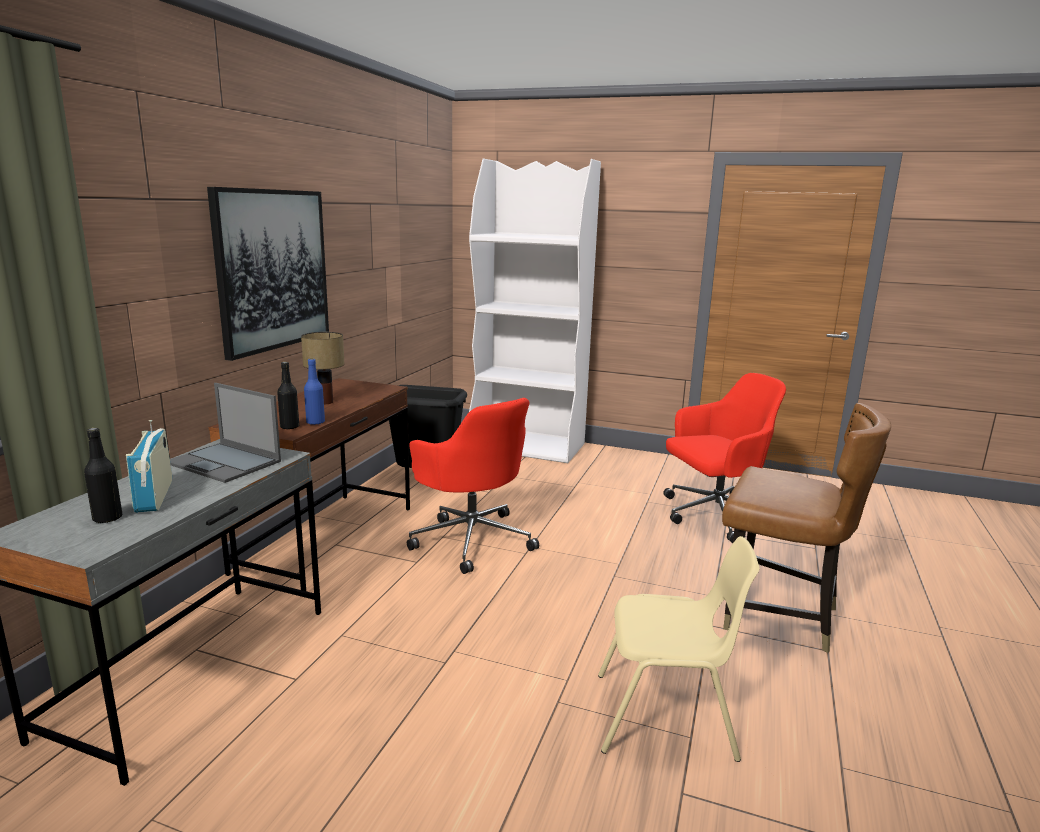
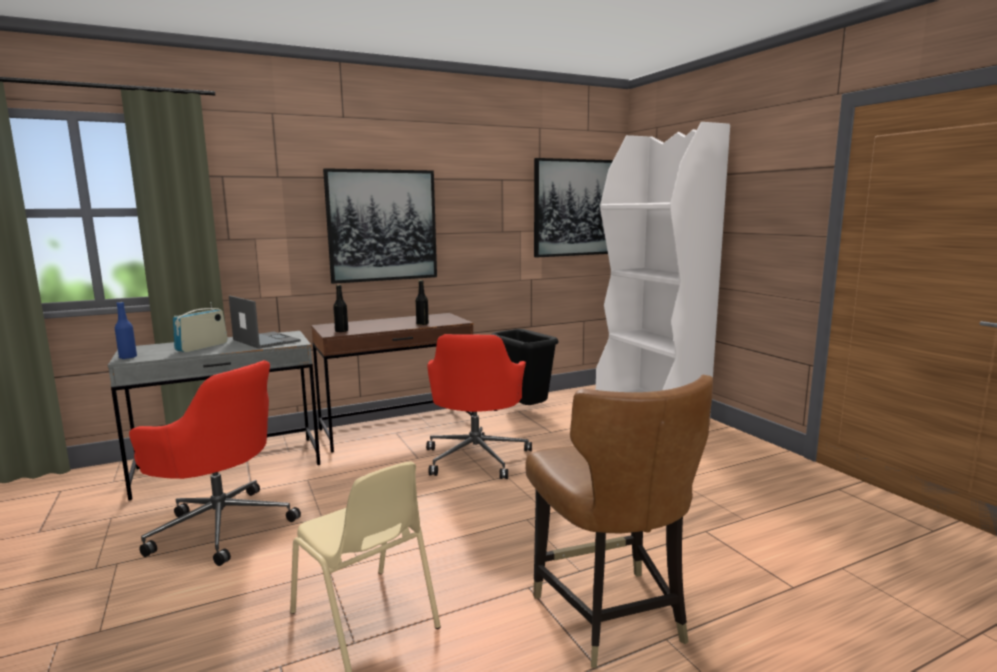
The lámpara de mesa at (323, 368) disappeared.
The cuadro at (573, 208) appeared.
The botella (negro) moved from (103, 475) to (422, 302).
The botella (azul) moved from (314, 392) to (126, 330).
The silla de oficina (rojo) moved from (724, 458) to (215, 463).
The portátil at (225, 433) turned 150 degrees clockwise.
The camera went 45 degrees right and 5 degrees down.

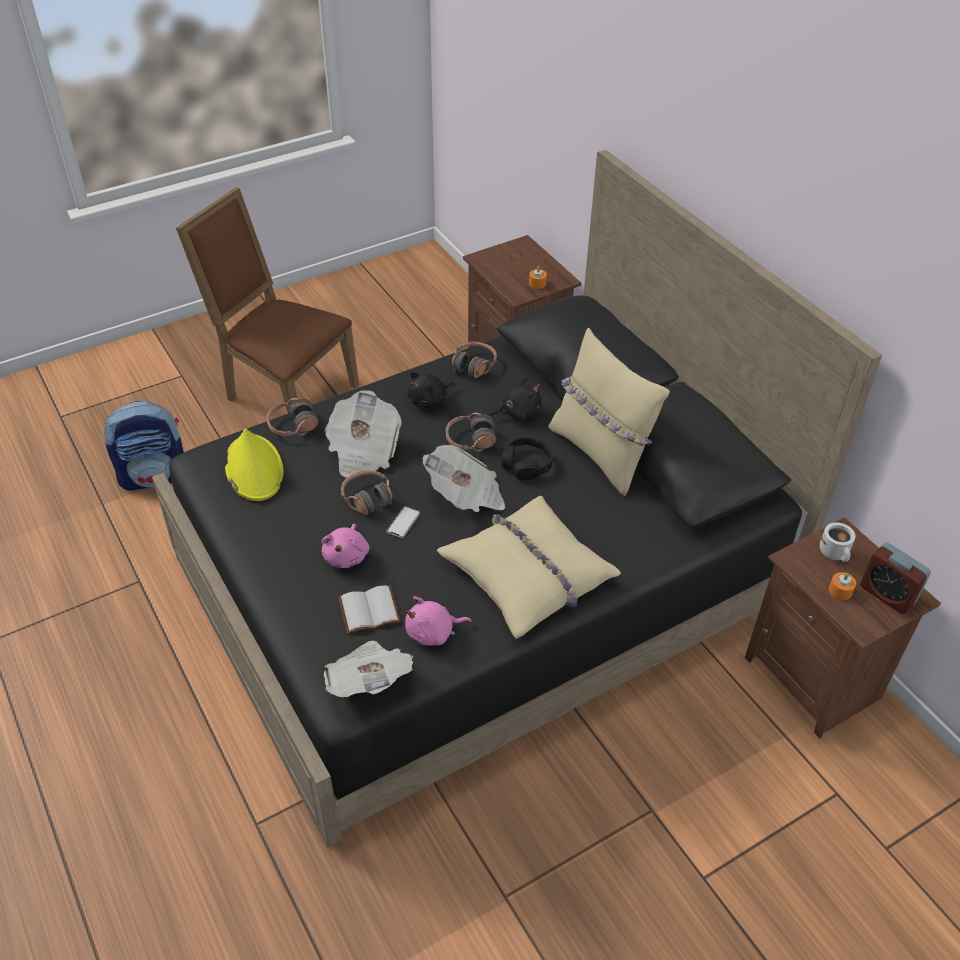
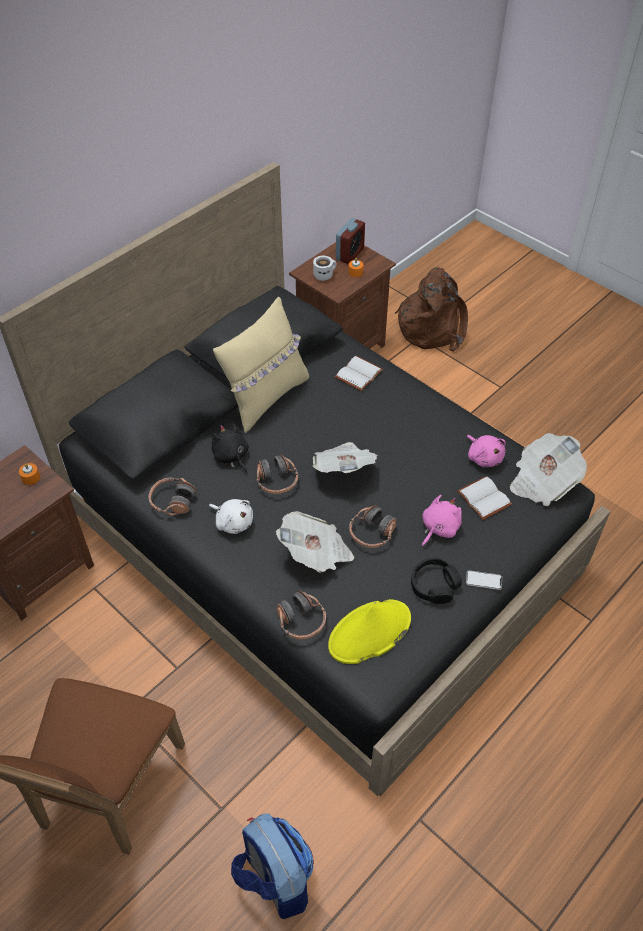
The cojín (beis) at (529, 567) disappeared.
The libro (blanco) at (359, 373) appeared.
The mochila (marrón) at (431, 309) appeared.
The móvil moved from (403, 522) to (484, 580).
The auriculares (negro) moved from (527, 458) to (436, 581).
The peluche (negro) at (431, 390) became the peluche (blanco) at (231, 516).
The peluche (rosa) at (345, 546) turned 45 degrees counterclockwise.
The camera went 105 degrees left and 5 degrees up.

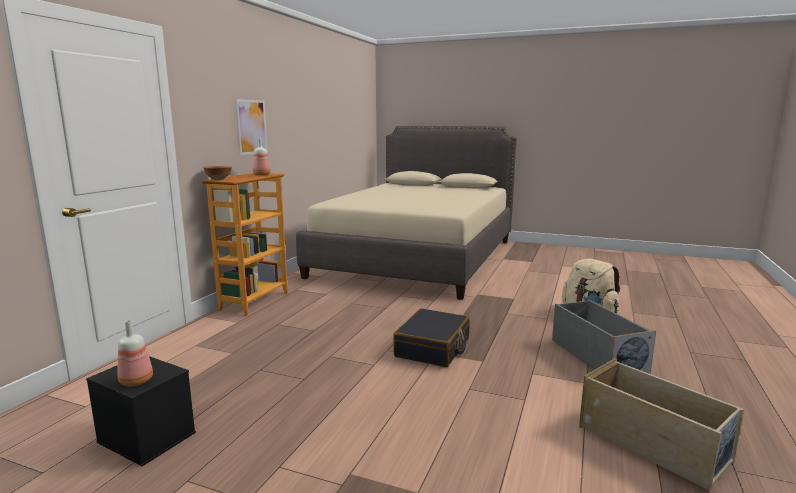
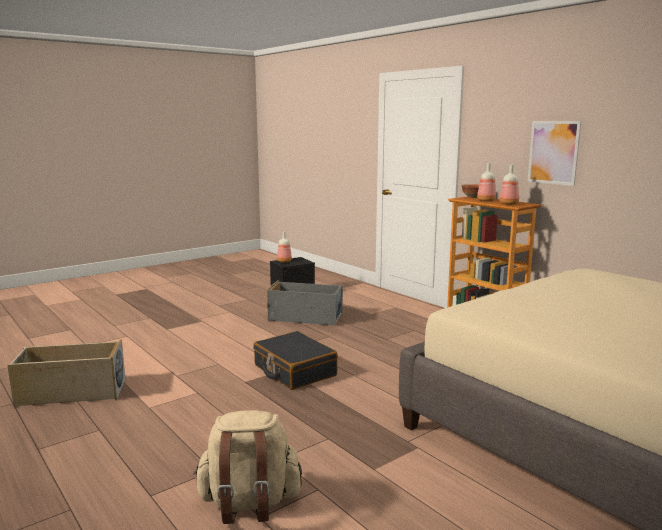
The botella at (486, 182) appeared.
The caja de almacenaje (gris) moved from (604, 337) to (305, 303).
The camera went 120 degrees right and 0 degrees up.

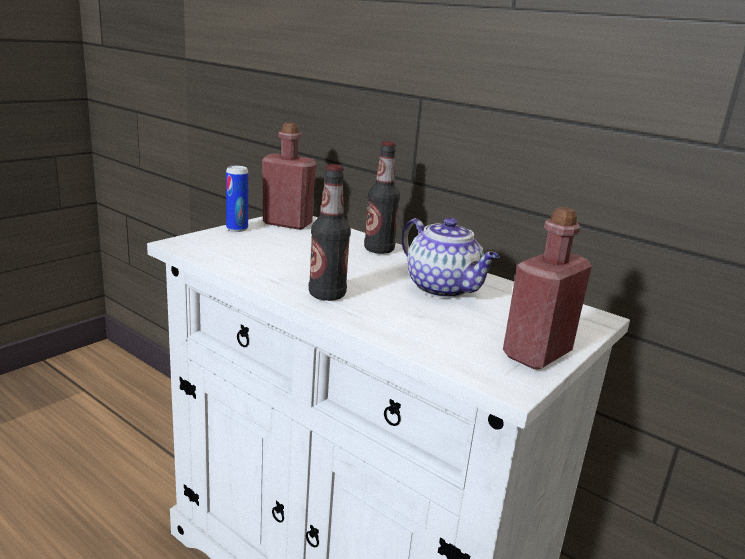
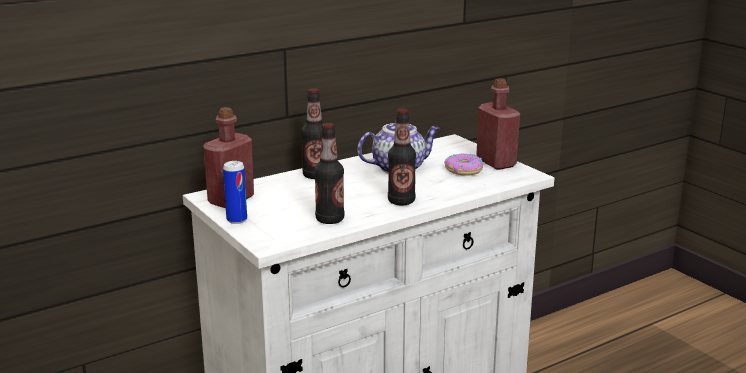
The botella at (329, 173) appeared.
The rosquilla at (463, 164) appeared.
The camera went 70 degrees left and 0 degrees up.

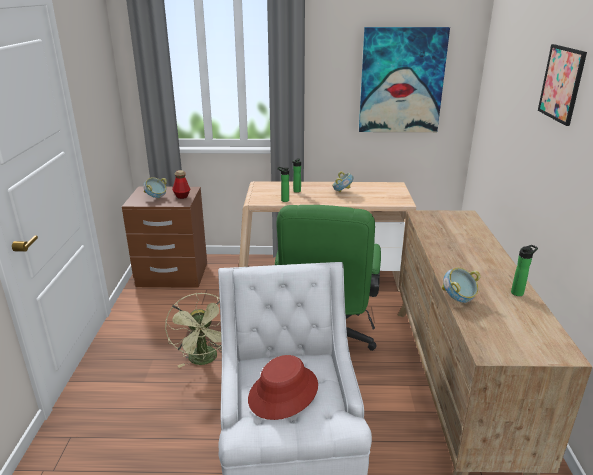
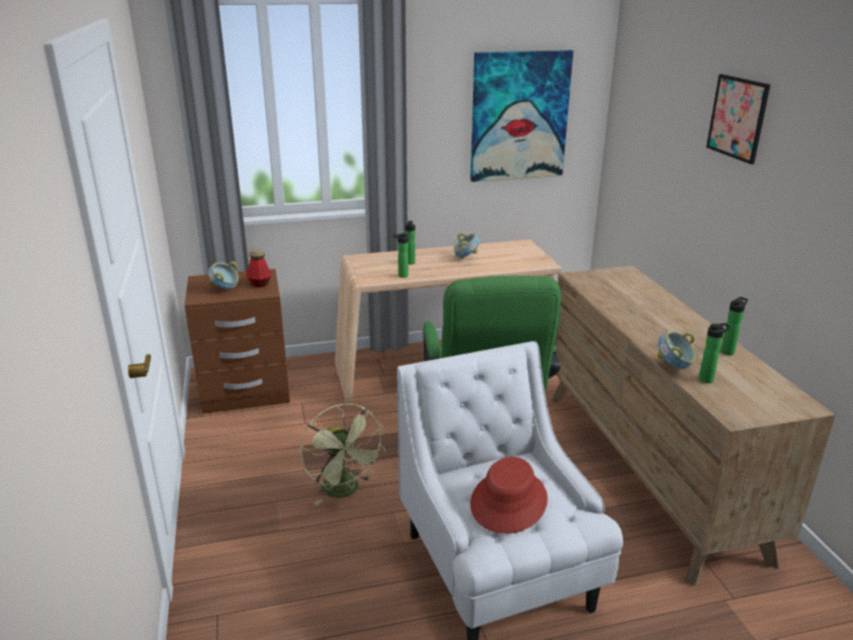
The botella at (715, 353) appeared.
The camera went 15 degrees left and 0 degrees up.

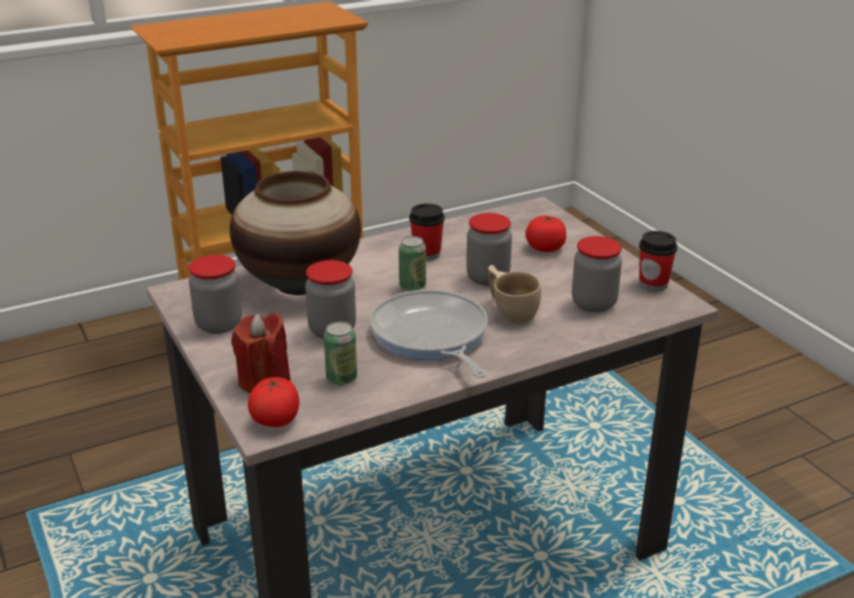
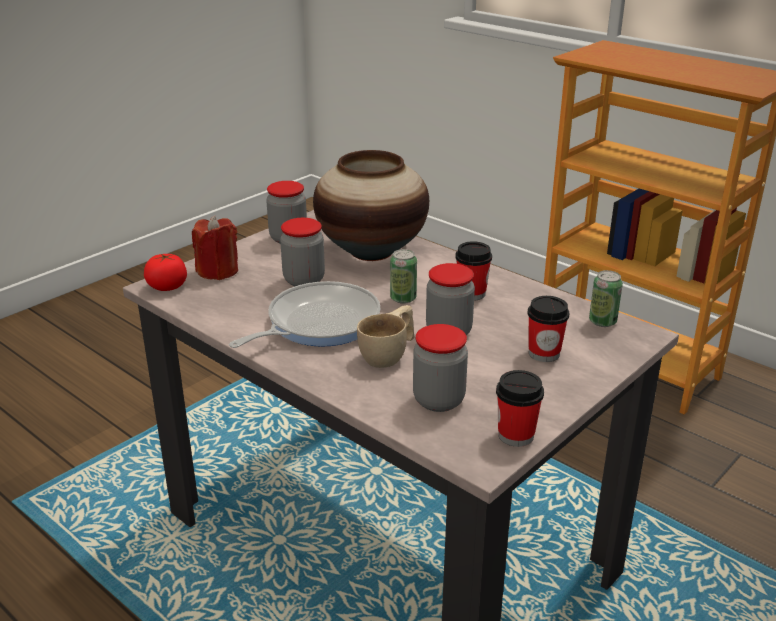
The lata moved from (340, 353) to (606, 298).
The tomate at (545, 234) was replaced by the taza at (548, 329).
The camera went 70 degrees right and 0 degrees up.

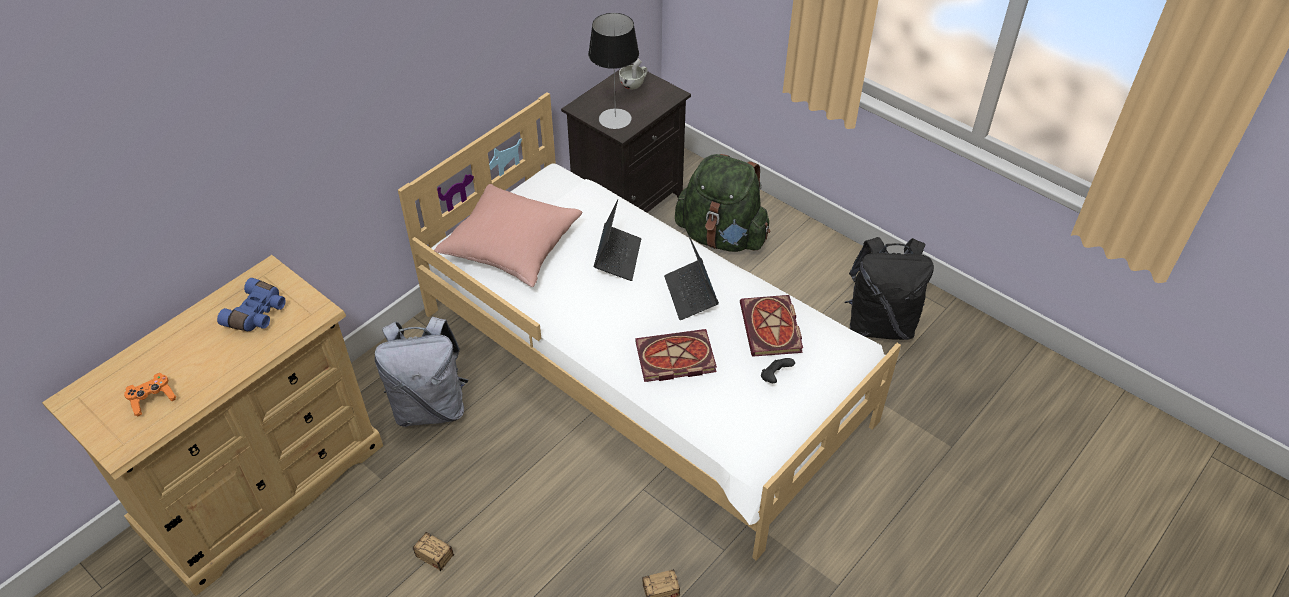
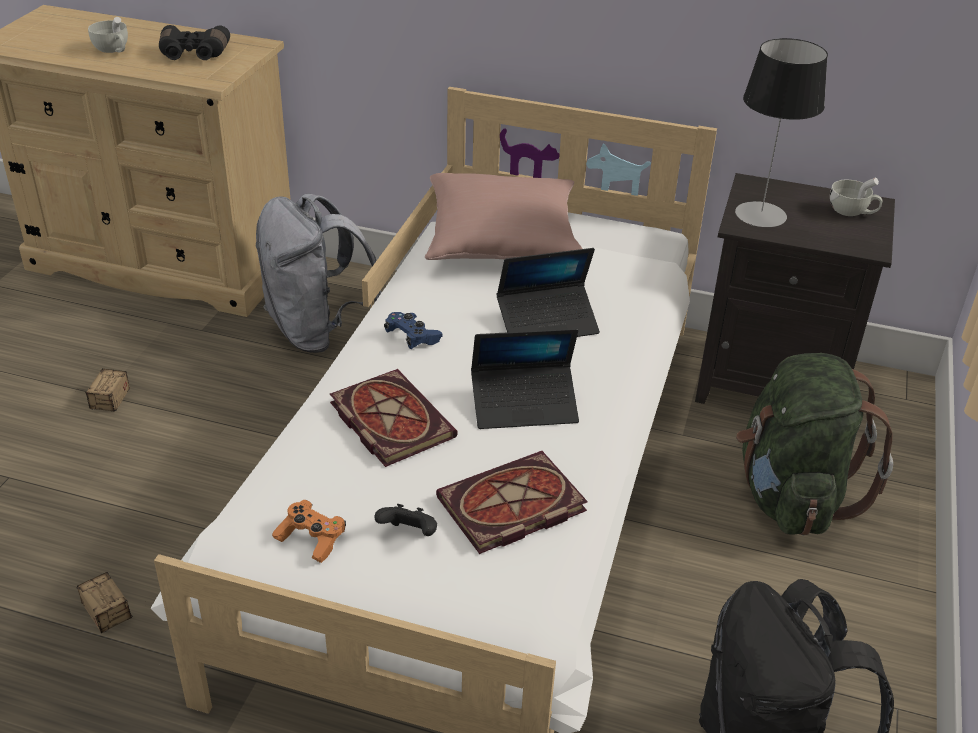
The taza (blanco) at (108, 35) appeared.
The mando de consola (azul) at (413, 330) appeared.
The mando de consola (naranja) moved from (150, 395) to (309, 531).
The prismáticos (azul) at (251, 304) became the prismáticos (negro) at (194, 42).
The portátil at (691, 277) turned 150 degrees counterclockwise.
The camera went 65 degrees right and 10 degrees down.

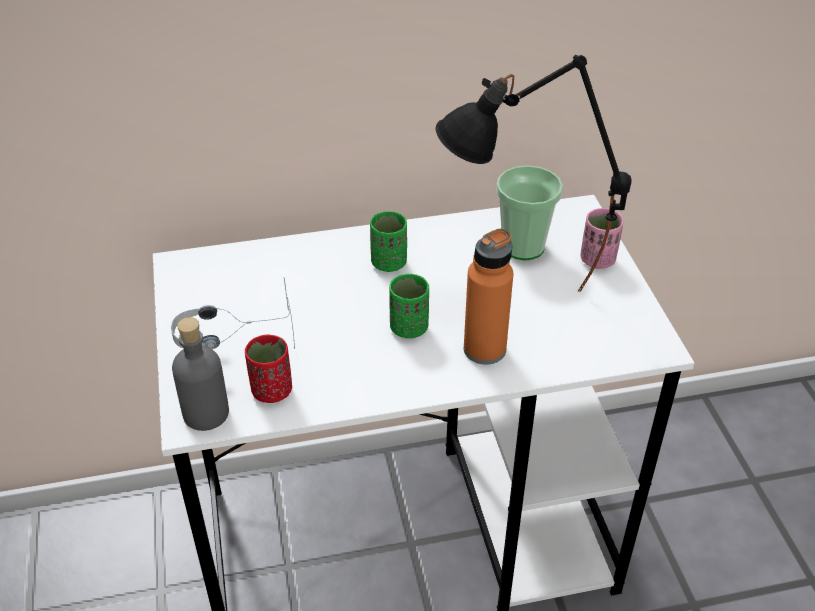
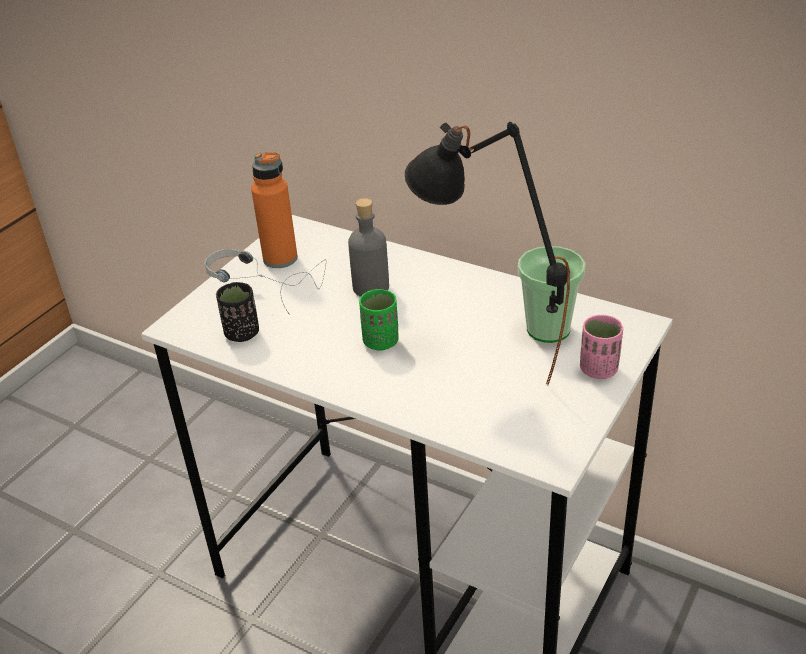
The taza (verde) at (388, 241) disappeared.
The botella (gris) moved from (200, 374) to (368, 247).
The botella (naranja) moved from (488, 296) to (274, 210).
The taza (rojo) at (268, 368) became the taza (negro) at (237, 312).
The camera went 45 degrees right and 5 degrees down.

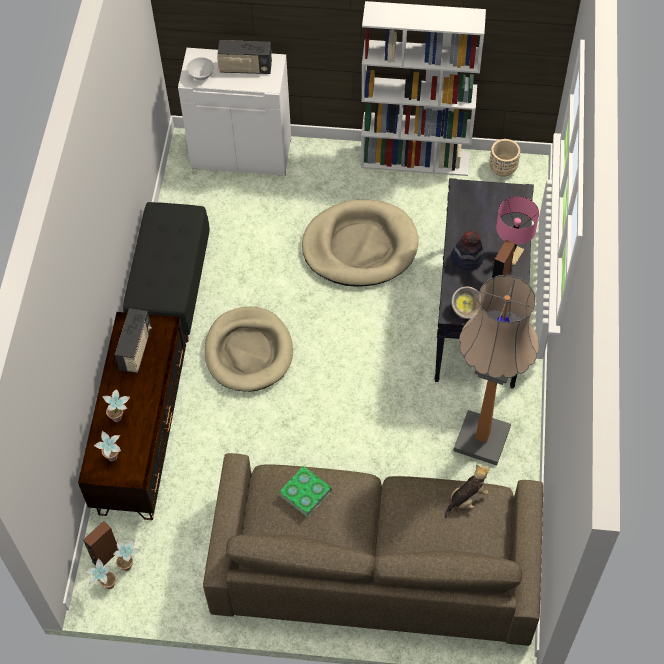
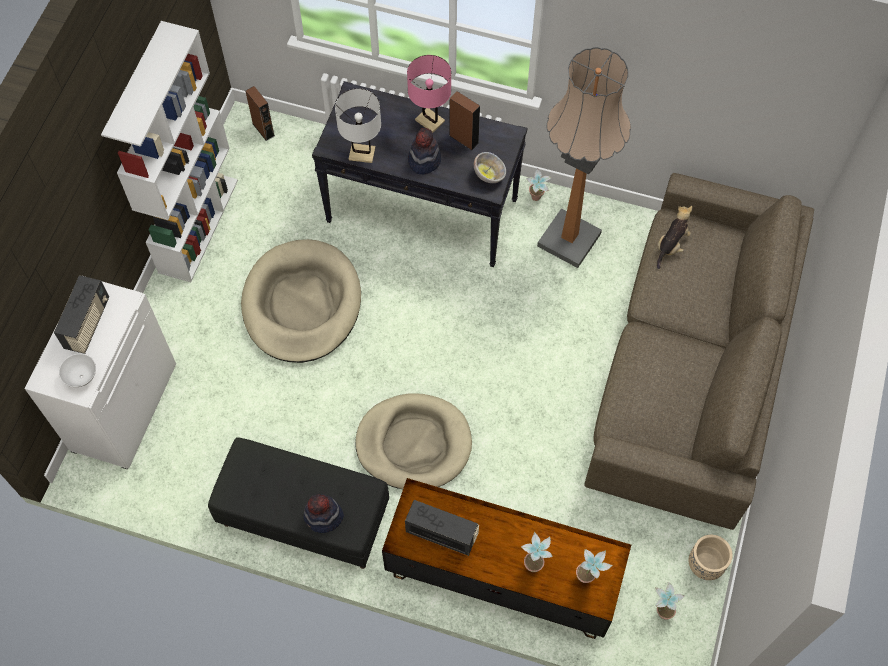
The libro at (305, 491) disappeared.
The sombrero at (324, 513) appeared.
The lámpara de mesa (blanco) at (358, 125) appeared.
The altavoz (marrón) moved from (100, 543) to (260, 113).
The planta en maceta moved from (100, 573) to (539, 184).
The maceta (beis) moved from (504, 158) to (711, 557).
The peluche at (467, 491) turned 60 degrees clockwise.
The camera went 80 degrees left and 5 degrees up.

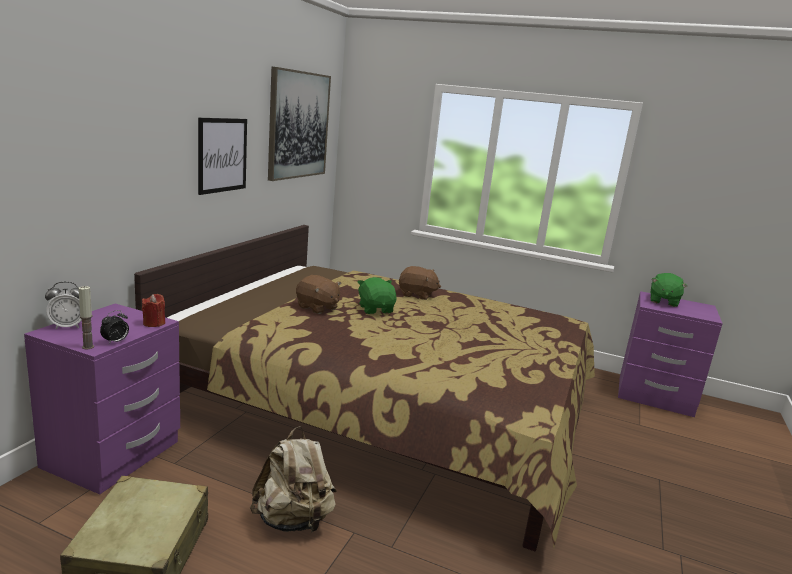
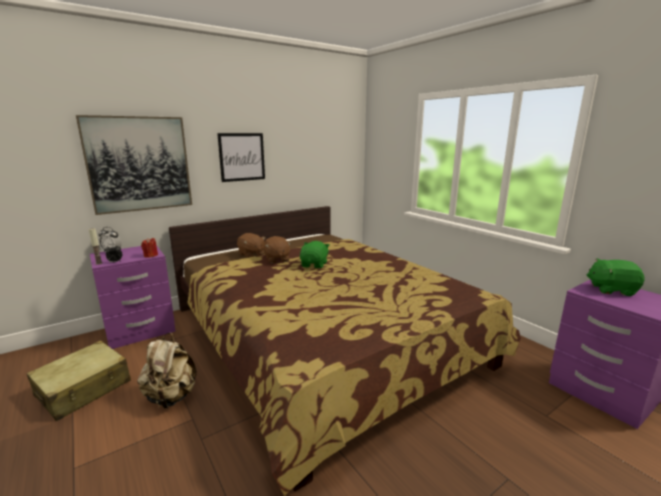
The cuadro moved from (299, 124) to (134, 165).
The peluche (marrón) moved from (420, 283) to (251, 245).
The peluche (verde) at (669, 290) turned 45 degrees clockwise.
The camera went 35 degrees right and 0 degrees up.

